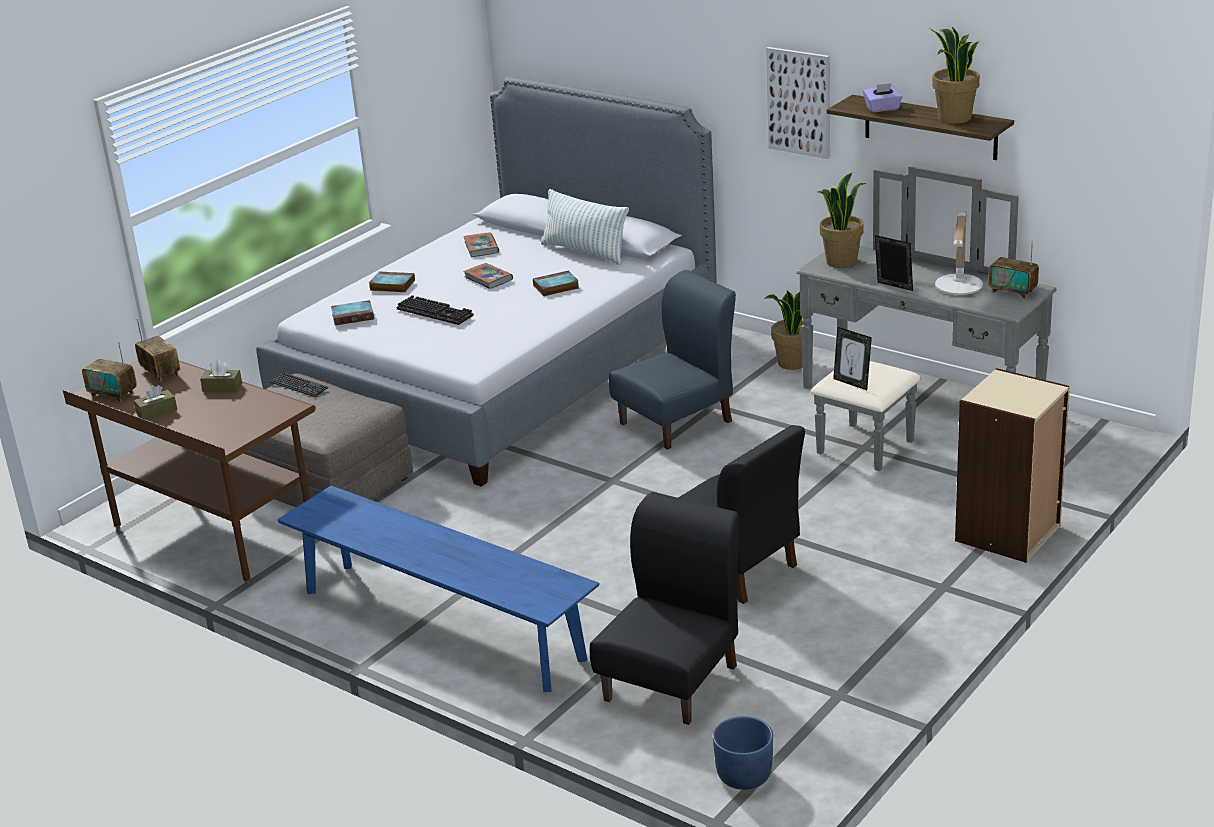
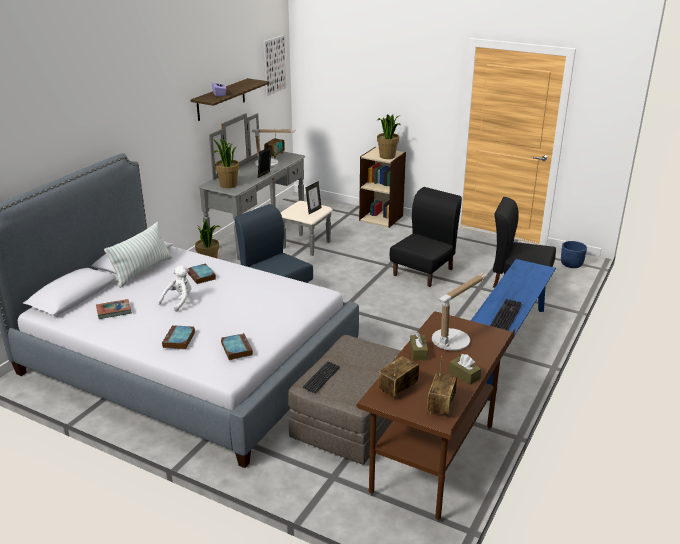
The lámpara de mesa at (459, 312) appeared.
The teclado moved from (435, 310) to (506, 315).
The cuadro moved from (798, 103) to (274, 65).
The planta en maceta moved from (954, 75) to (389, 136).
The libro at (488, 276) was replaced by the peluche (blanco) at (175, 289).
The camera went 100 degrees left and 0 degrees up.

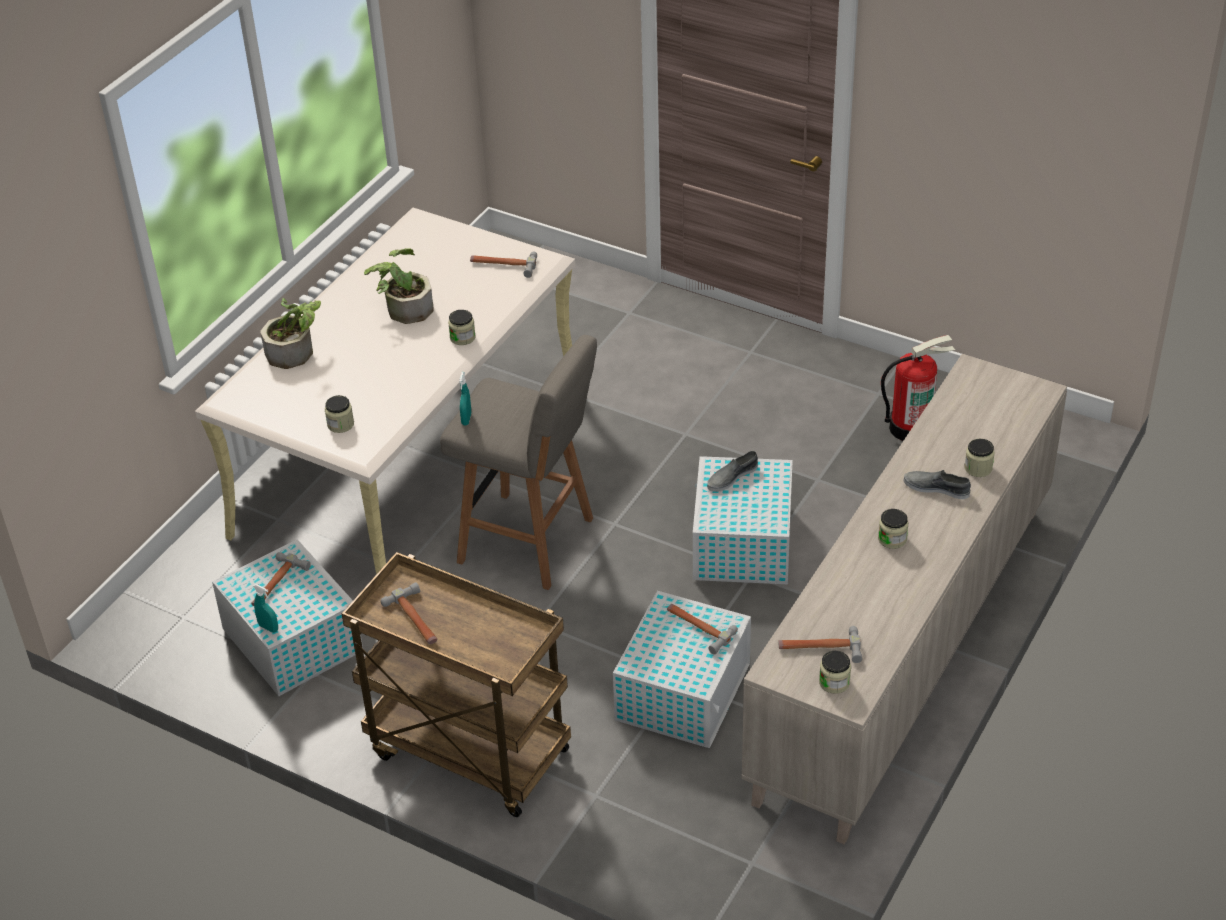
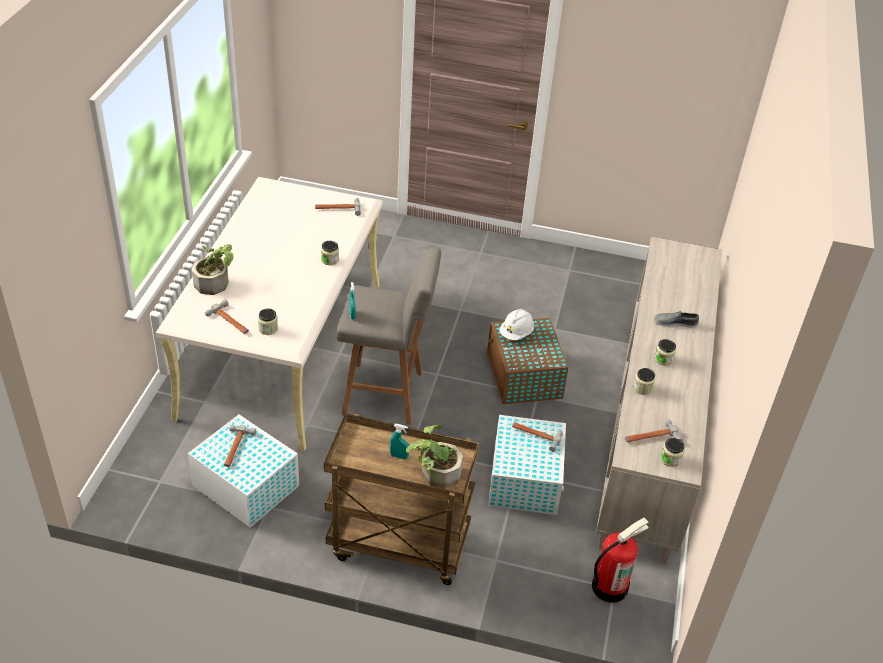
The pulverizador (turquesa) moved from (265, 608) to (399, 441).
The planta en maceta moved from (399, 286) to (434, 456).
The martillo moved from (408, 613) to (227, 316).
The extintor moved from (918, 388) to (620, 560).
The tarro moved from (979, 458) to (644, 381).
The zapato (gris) at (732, 471) was replaced by the casco (blanco) at (516, 324).
The caja de almacenaje (blanco) at (743, 520) became the caja de almacenaje (marrón) at (527, 361).
The camera went 20 degrees left and 0 degrees up.

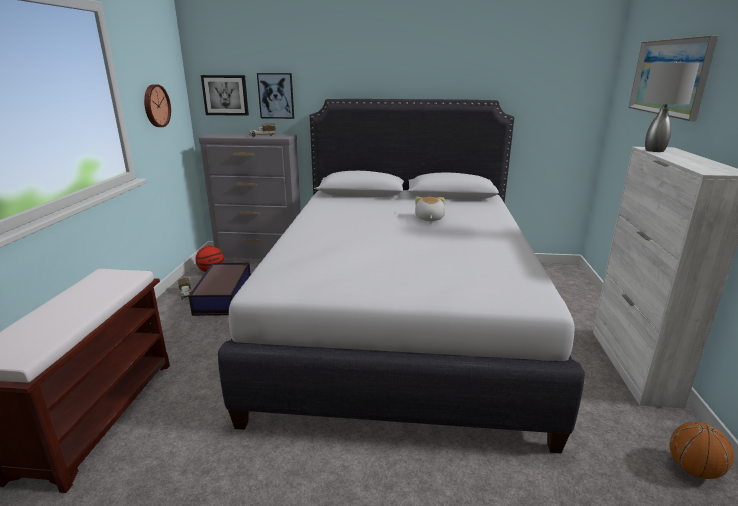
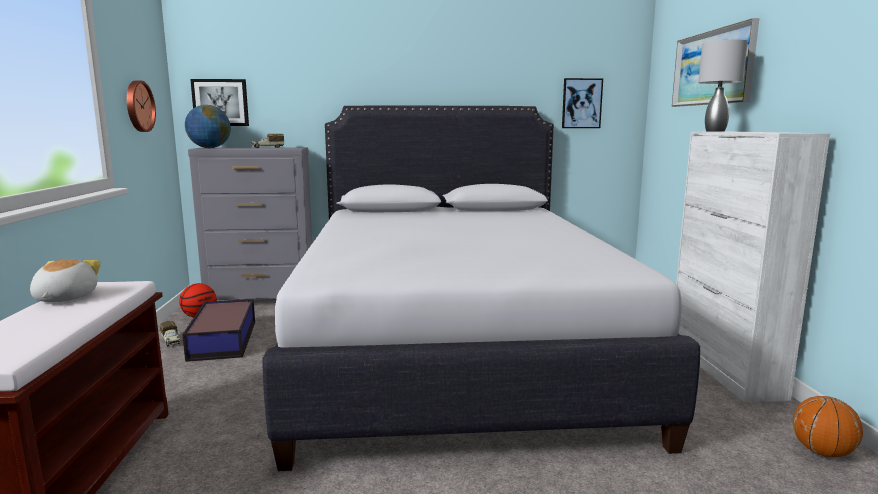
The globo terráqueo at (208, 126) appeared.
The cuadro moved from (275, 96) to (582, 103).
The peluche moved from (430, 209) to (65, 281).
The camera went 10 degrees left and 10 degrees down.

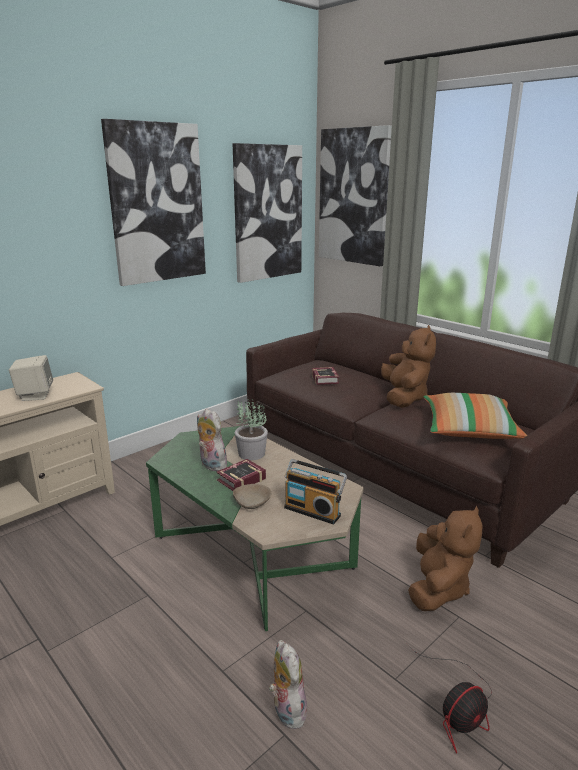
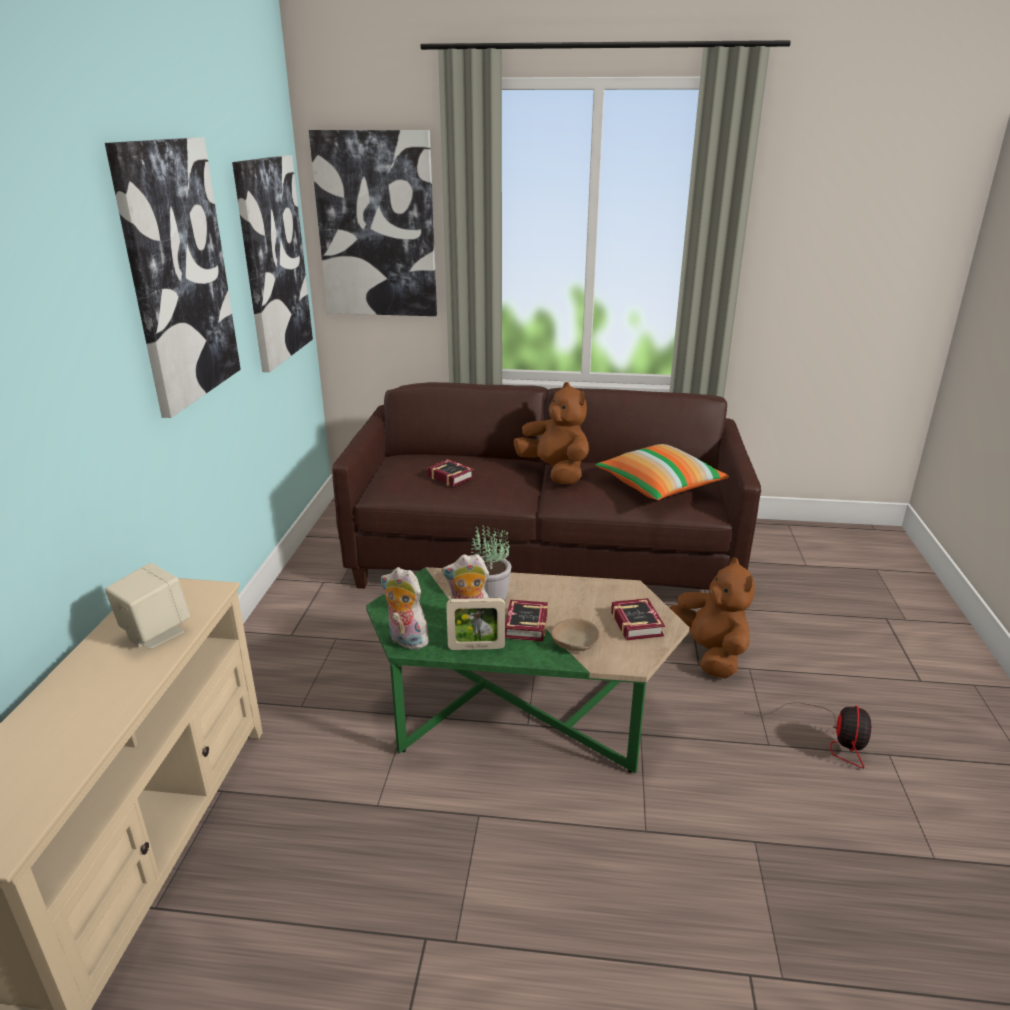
The portarretratos at (475, 624) appeared.
The peluche moved from (288, 684) to (405, 608).
The radio at (315, 492) was replaced by the libro at (638, 619).
The camera went 40 degrees left and 5 degrees up.

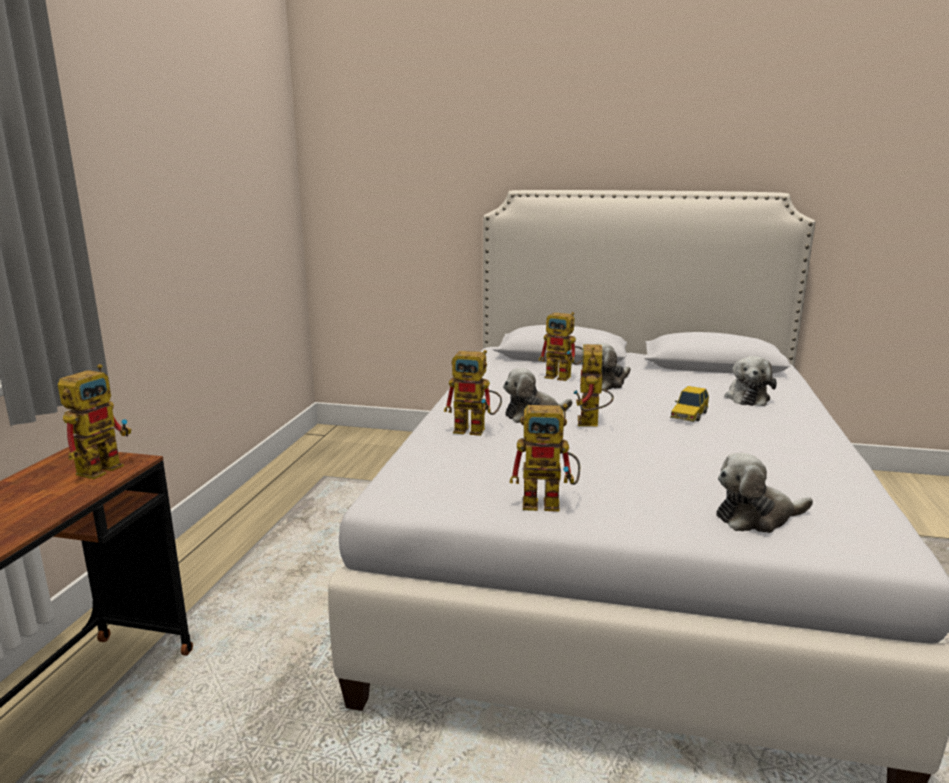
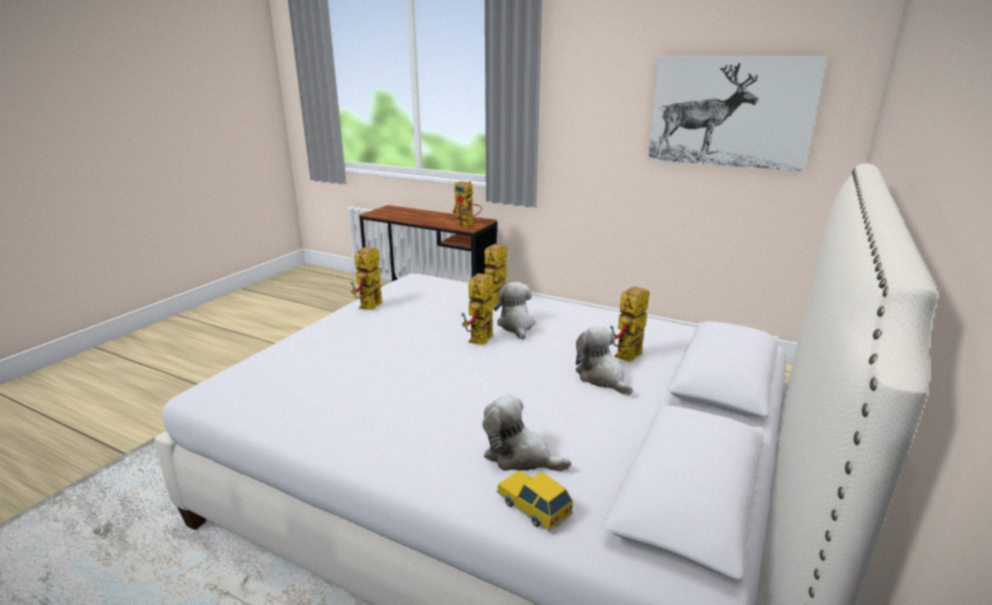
The peluche at (764, 493) disappeared.
The cuadro at (737, 114) appeared.
The coche de juguete moved from (689, 404) to (535, 501).
The robot de juguete at (593, 385) turned 90 degrees counterclockwise.
The camera went 105 degrees right and 5 degrees up.

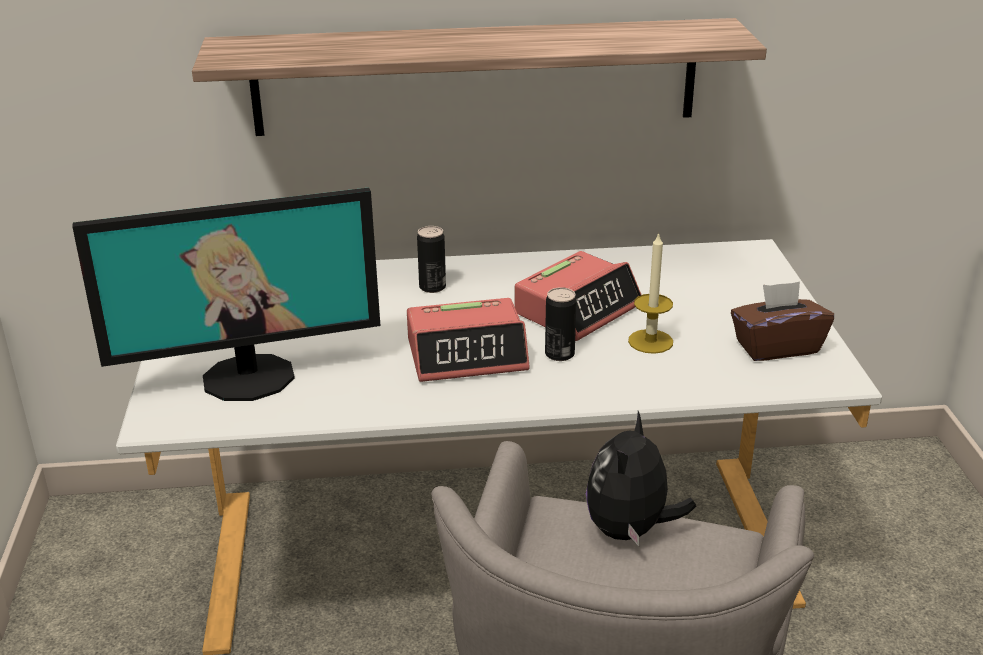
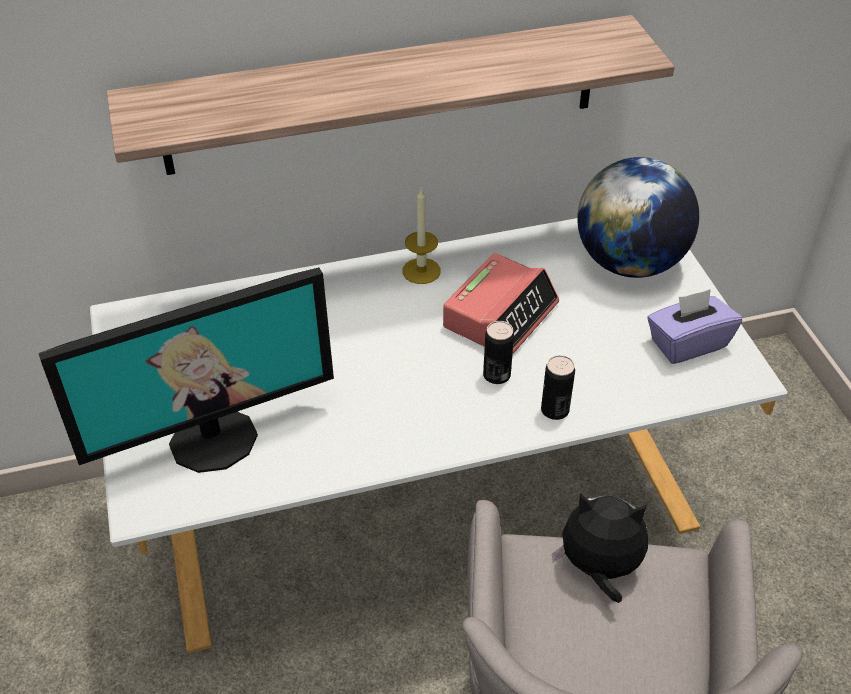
The despertador at (468, 340) disappeared.
The globo terráqueo at (638, 217) appeared.
The lata moved from (431, 259) to (558, 387).
The vela moved from (650, 293) to (422, 236).
The caja de pañuelos (marrón) at (782, 321) became the caja de pañuelos (morado) at (694, 326).
The peluche at (641, 478) turned 90 degrees clockwise.
The camera went 10 degrees left and 15 degrees up.

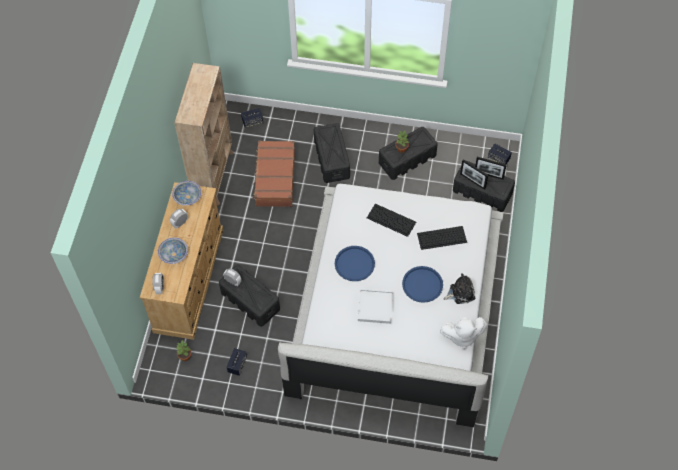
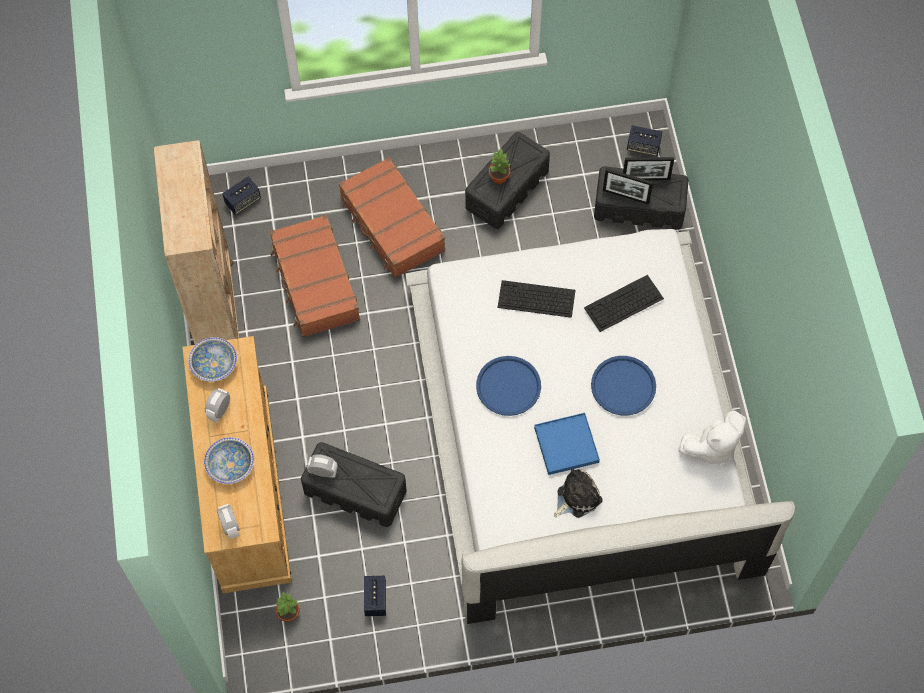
The peluche moved from (459, 288) to (578, 493).
The caja de almacenaje (negro) at (332, 153) was replaced by the maleta (marrón) at (392, 217).
The bandeja (blanco) at (375, 307) became the bandeja (azul) at (567, 444).
The camera went 20 degrees left and 5 degrees up.

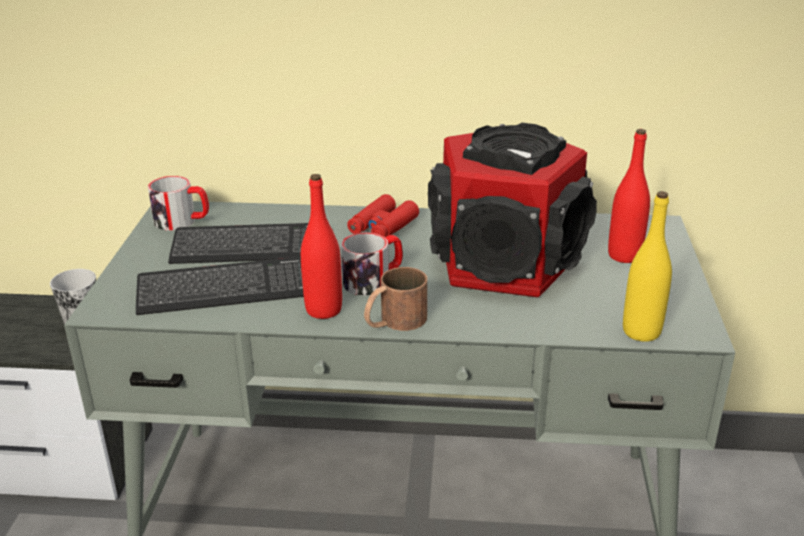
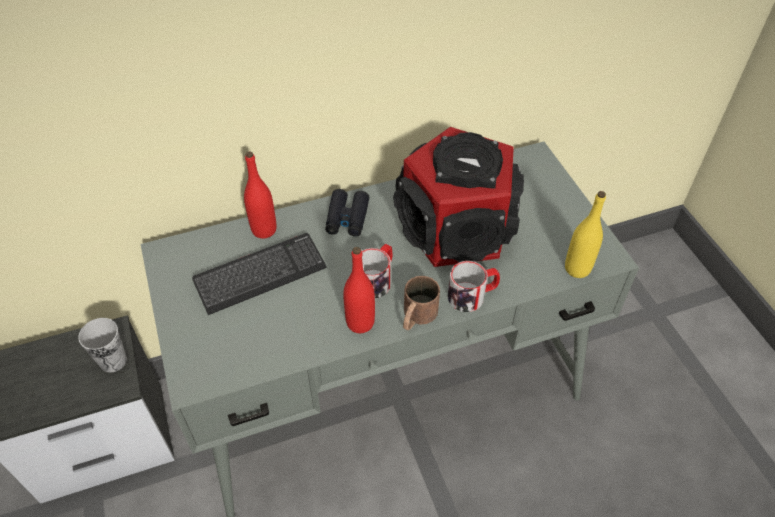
The teclado at (220, 286) disappeared.
The taza grande moved from (178, 203) to (474, 286).
The botella (rojo) moved from (629, 196) to (260, 195).
The prismáticos (rojo) at (383, 215) became the prismáticos (negro) at (347, 213).
The camera went 25 degrees left and 20 degrees up.

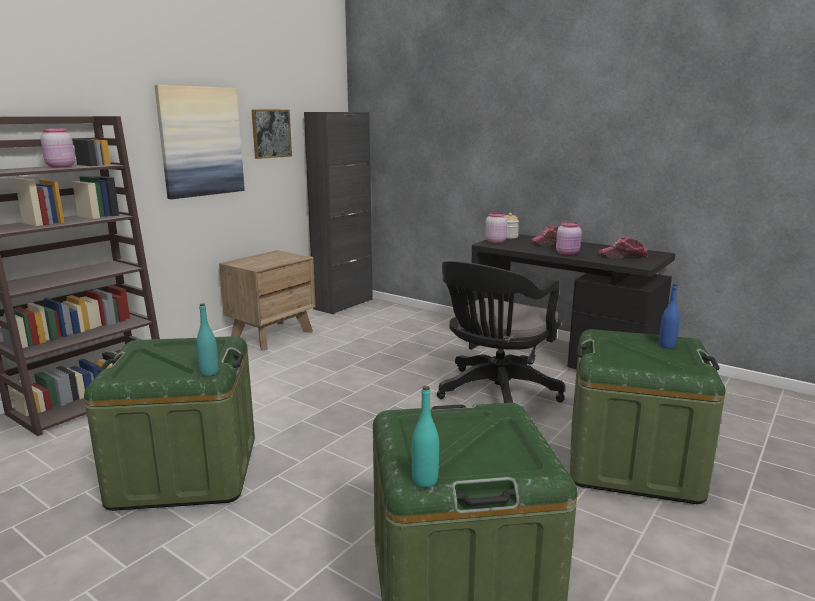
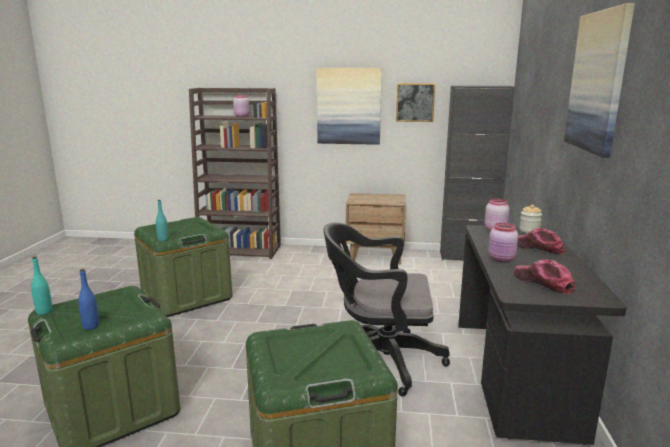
The cuadro at (599, 80) appeared.
The botella (azul) moved from (669, 316) to (88, 299).
The camera went 60 degrees right and 0 degrees up.

